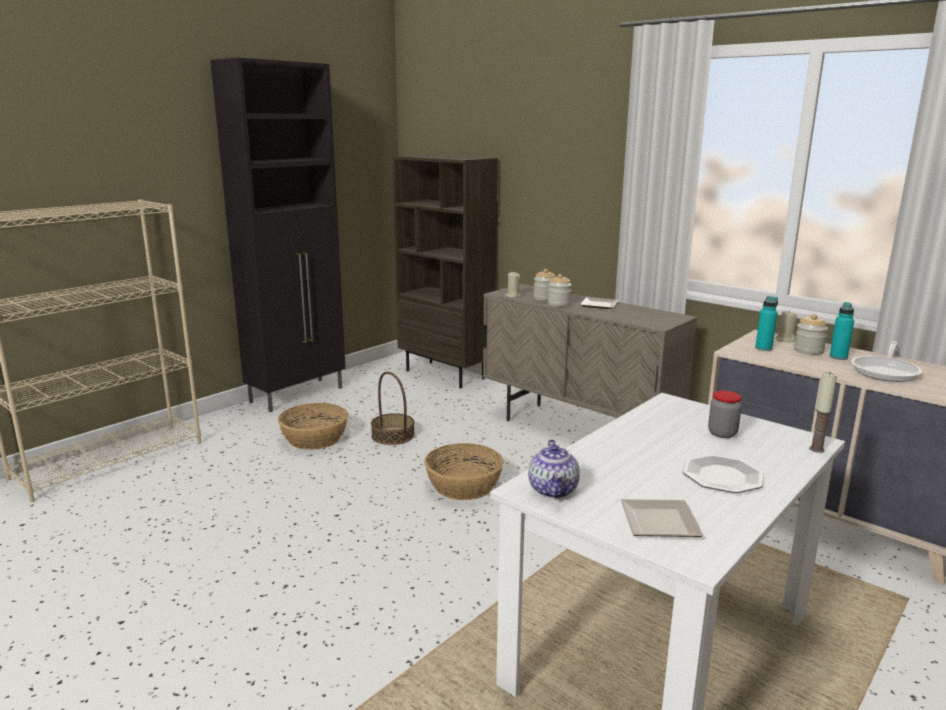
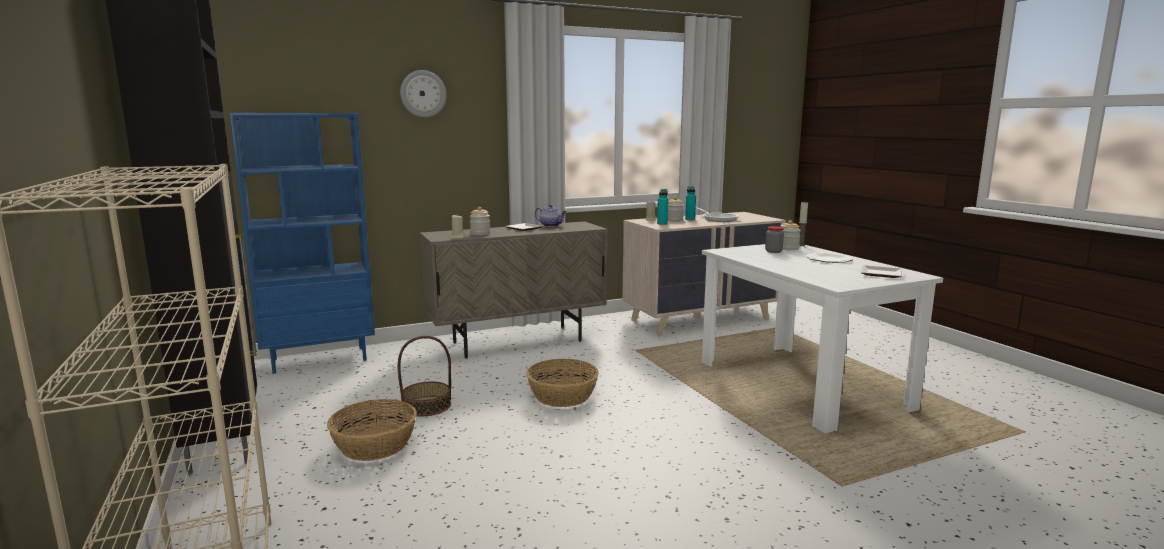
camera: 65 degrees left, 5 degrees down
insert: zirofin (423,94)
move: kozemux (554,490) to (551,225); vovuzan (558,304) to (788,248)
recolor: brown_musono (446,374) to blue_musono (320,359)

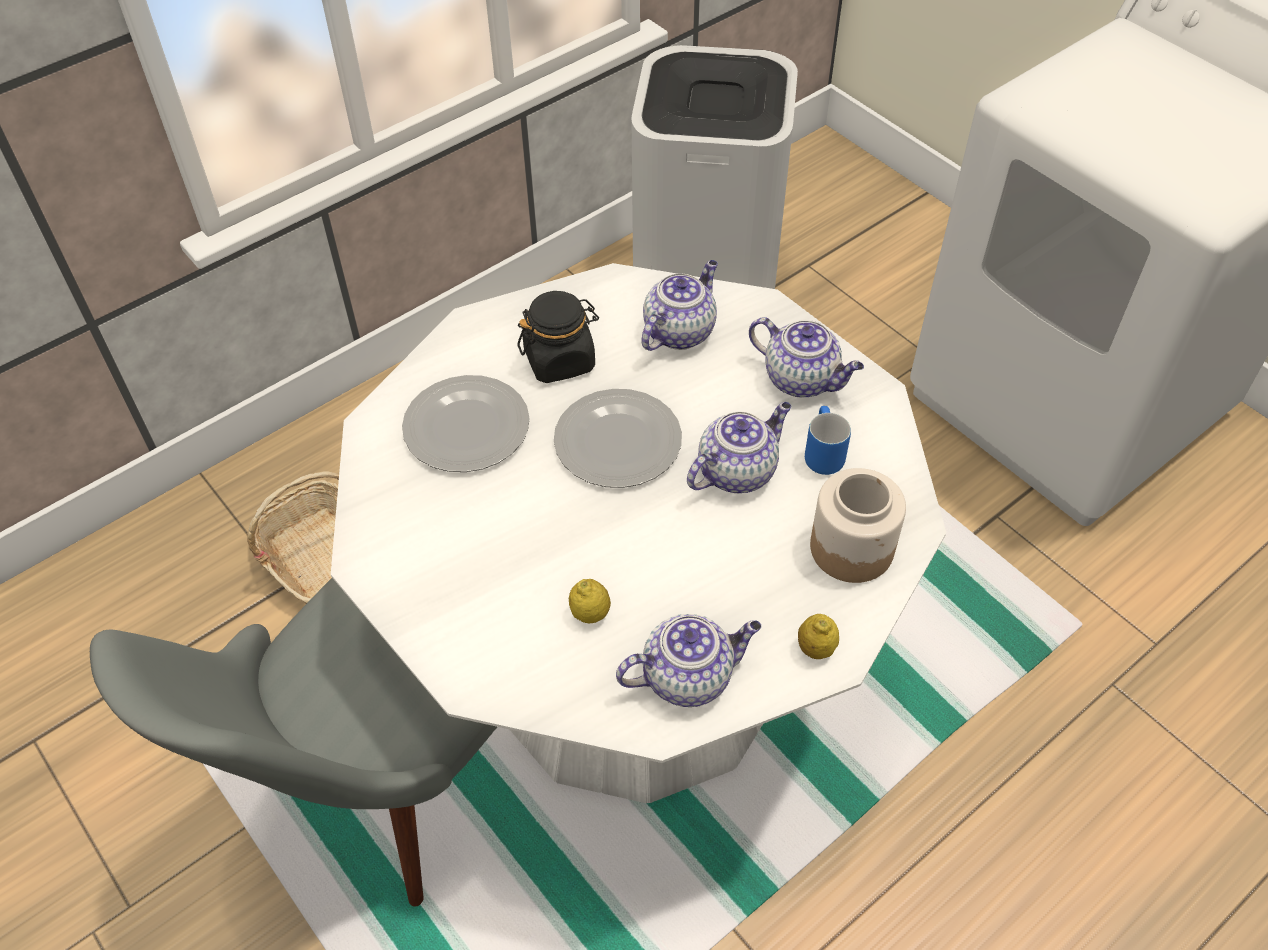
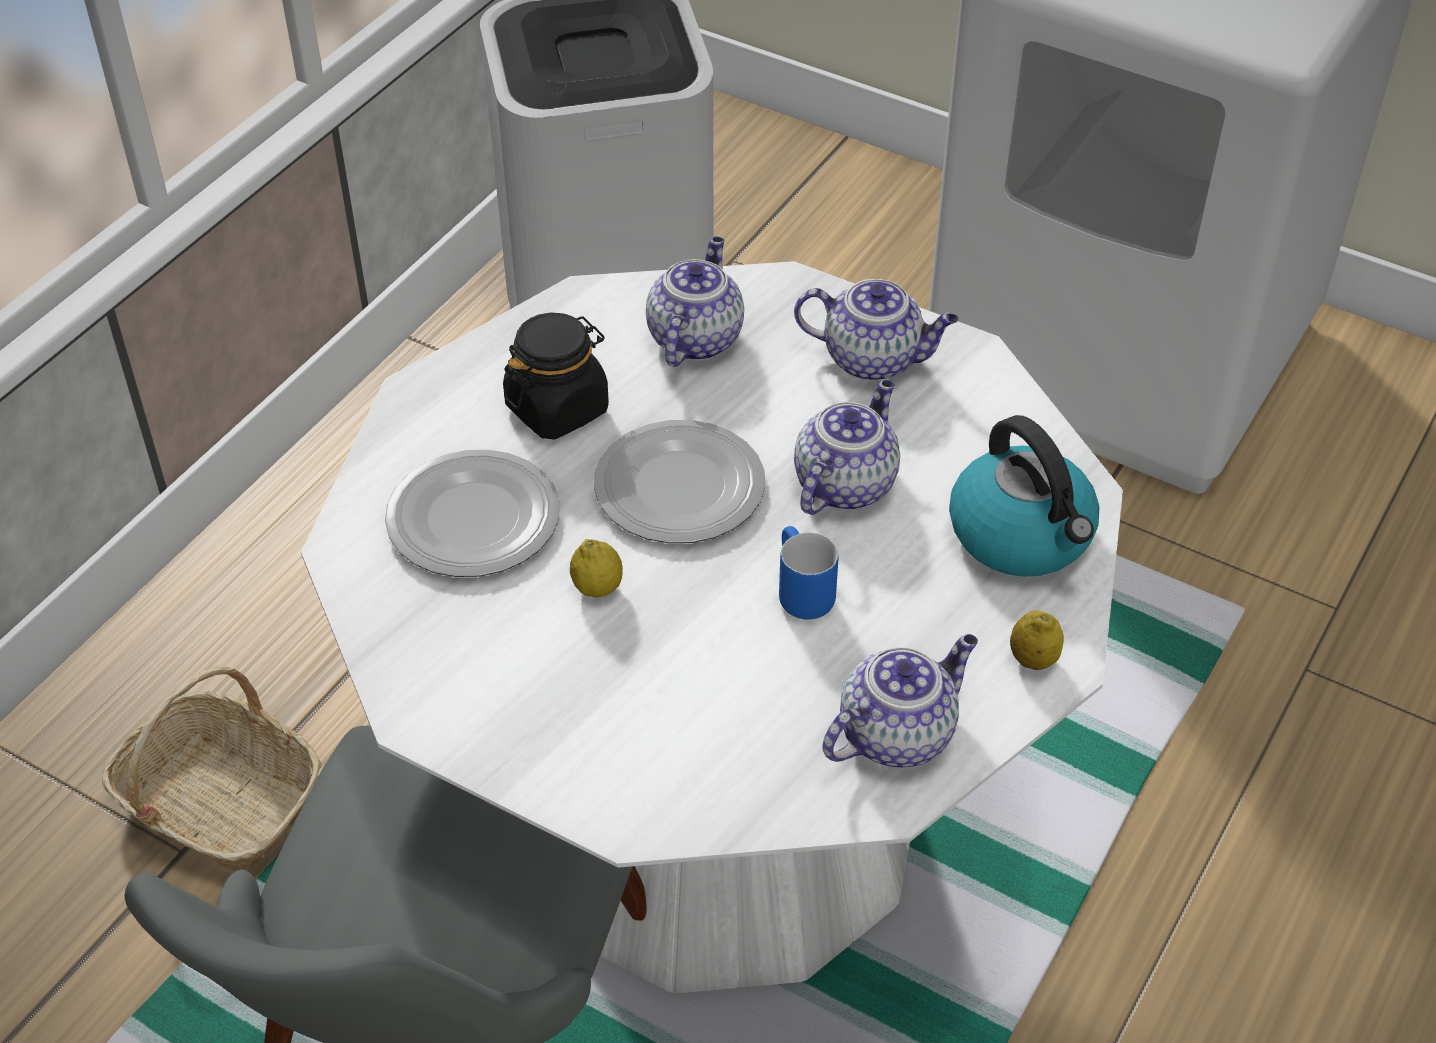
camera: 20 degrees left, 5 degrees down
move: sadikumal (590,613) to (597,588); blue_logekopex (820,453) to (798,592)
replace: vovuzan (852,547) to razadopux (1023,535)

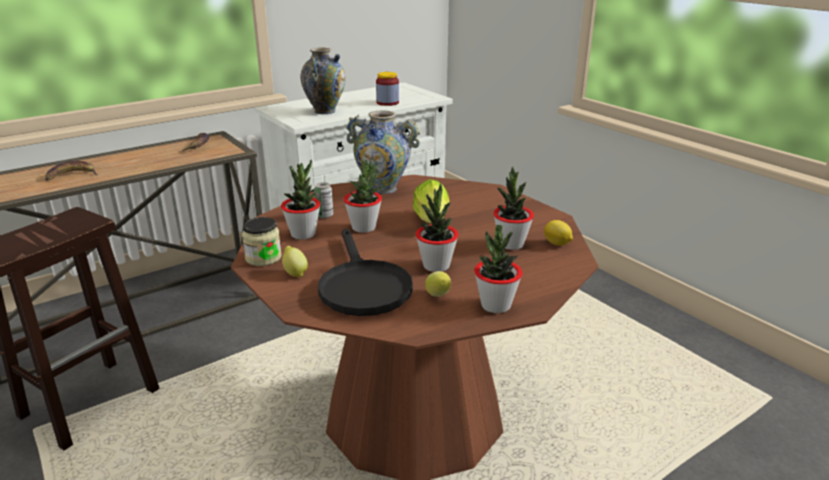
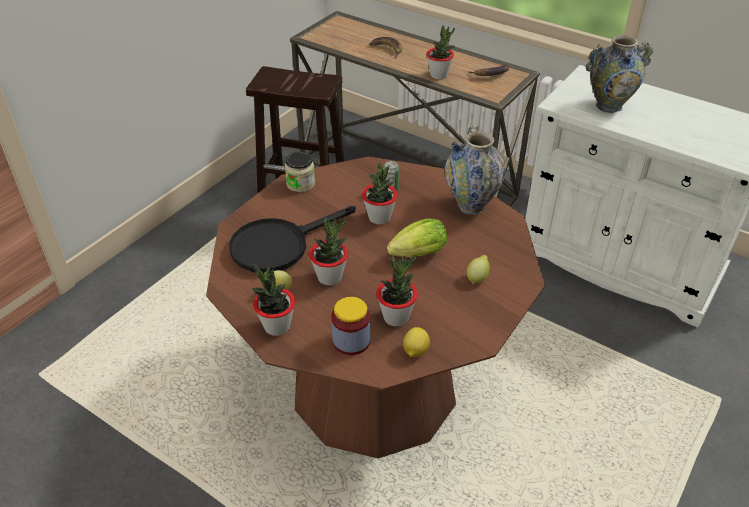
camera: 70 degrees right, 15 degrees up
move: vovuzan (387,103) to (351,341); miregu (303,234) to (438,75); sadikumal (295,273) to (477,278)

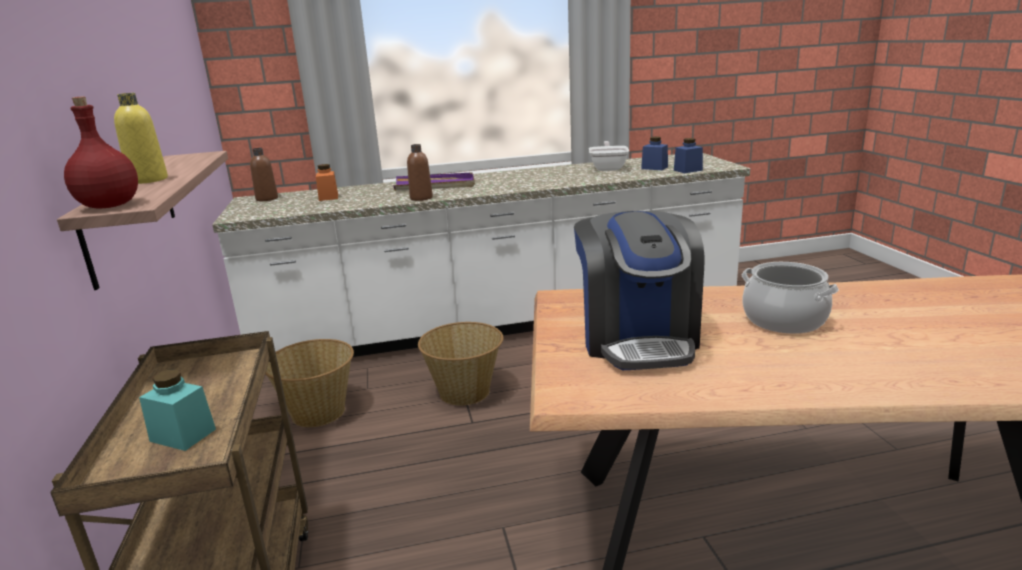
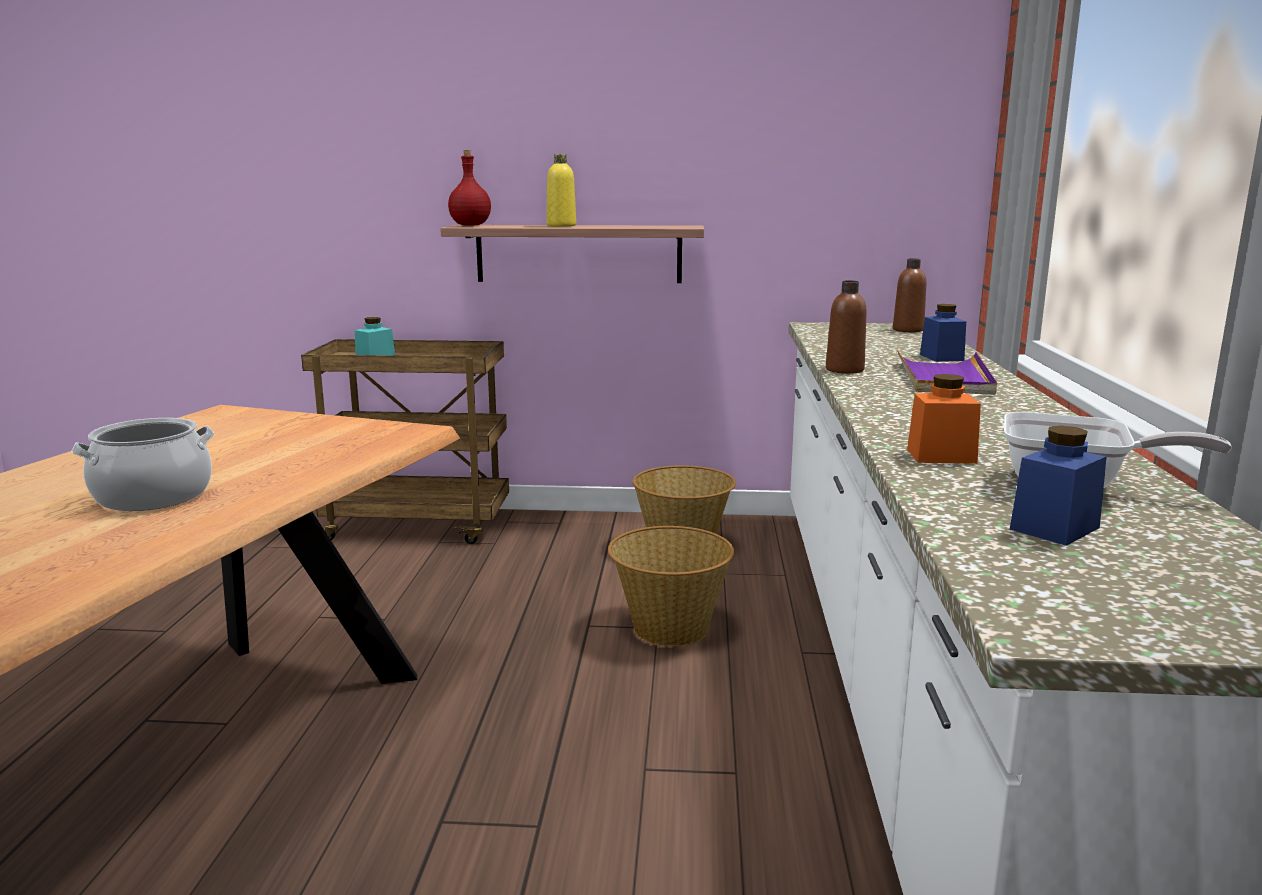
camera: 105 degrees right, 5 degrees down
delete: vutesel (638,339)
move: orange_vovuzan (328,197) to (941,456); blue_vovuzan (688,170) to (941,357)

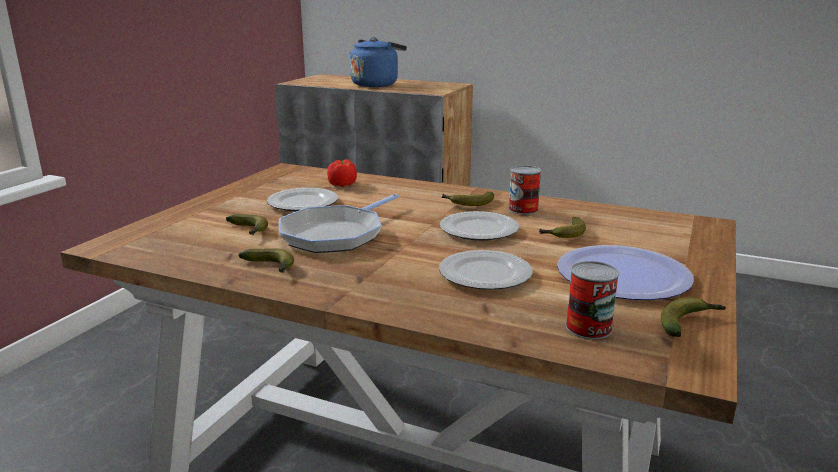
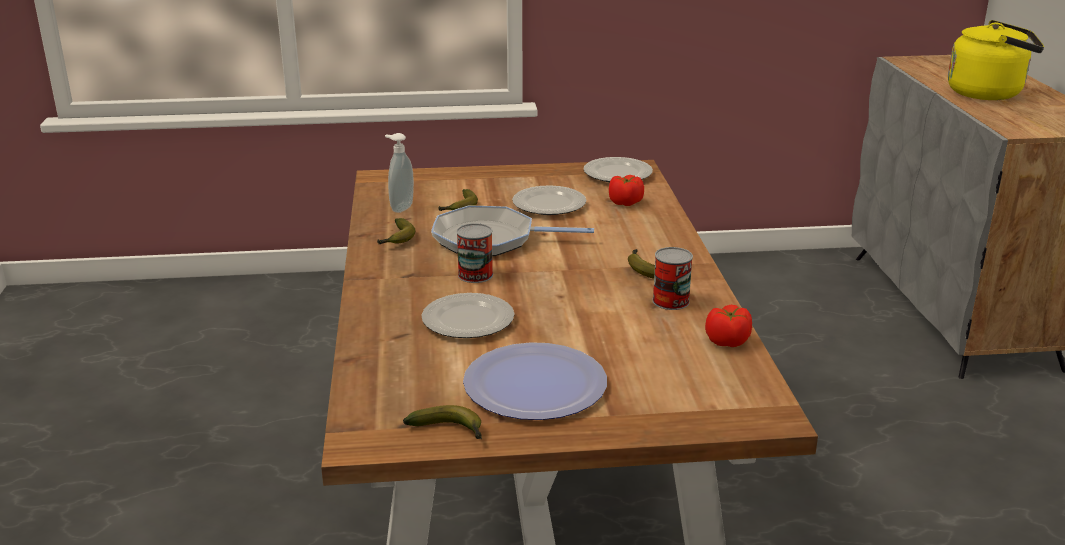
camera: 60 degrees right, 5 degrees up
delete: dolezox (564,235)
insert: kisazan (400,208); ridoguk (727,341)
move: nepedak (588,327) to (475,275); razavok (478,230) to (617,174)
recolor: blue_razadopux (376,84) to yellow_razadopux (989,93)

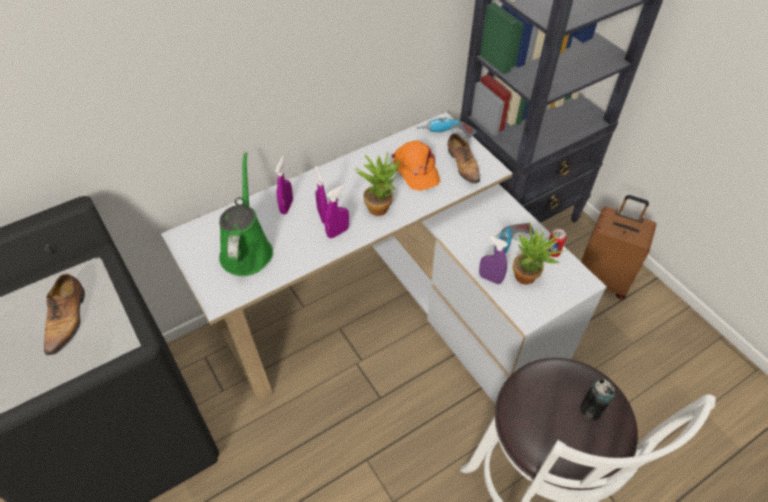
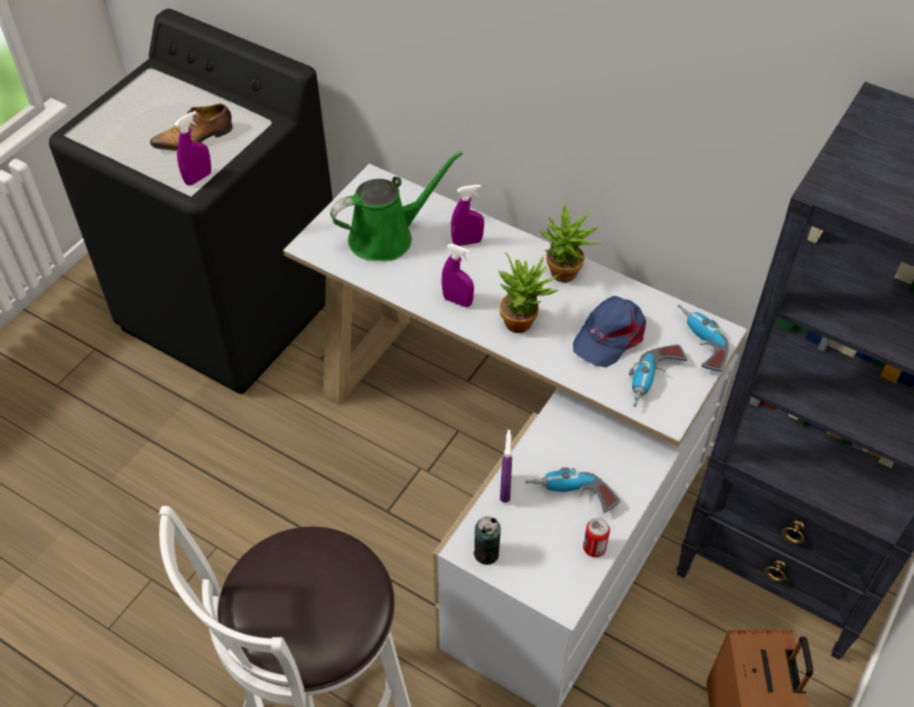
camera: 65 degrees right, 0 degrees up
move: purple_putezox (323,216) to (198,178); nepedak (591,410) to (486,553); miregu (529,277) to (565,277)
replace: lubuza (463,165) to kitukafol (654,381)
recolor: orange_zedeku (416,169) to blue_zedeku (609,335)

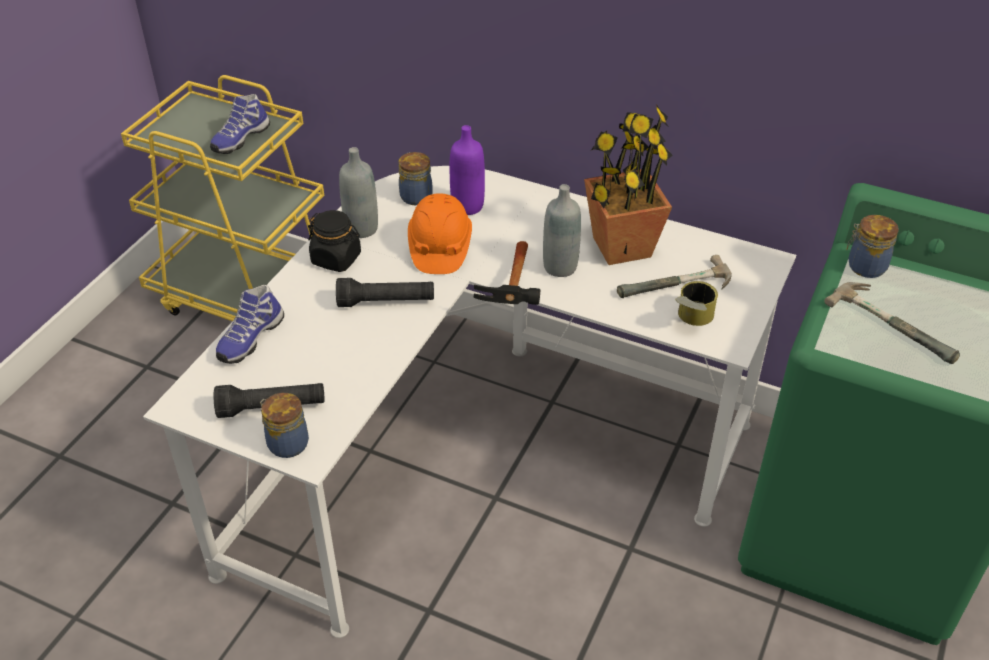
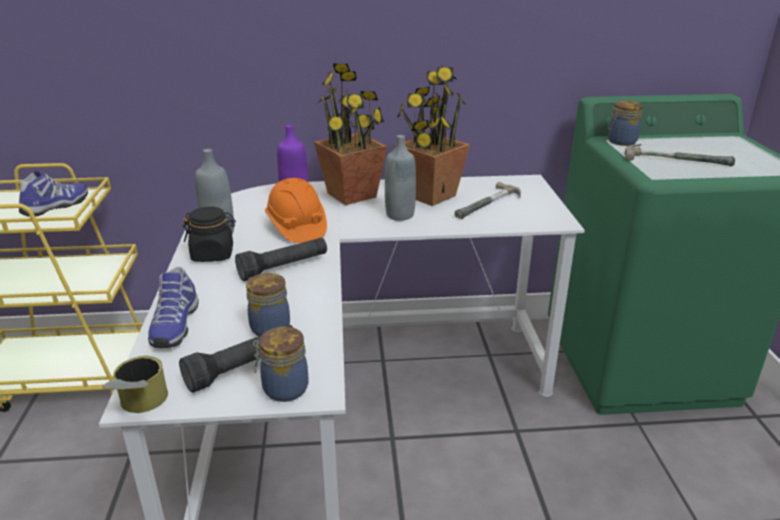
camera: 30 degrees left, 15 degrees down
delete: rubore (514,297)
insert: miregu (352,195)
move: nepedak (691,320) to (139,407); vovuzan (415,196) to (269,327)
rotate: lubuza (240,138) = (57,207) 150 degrees counterclockwise

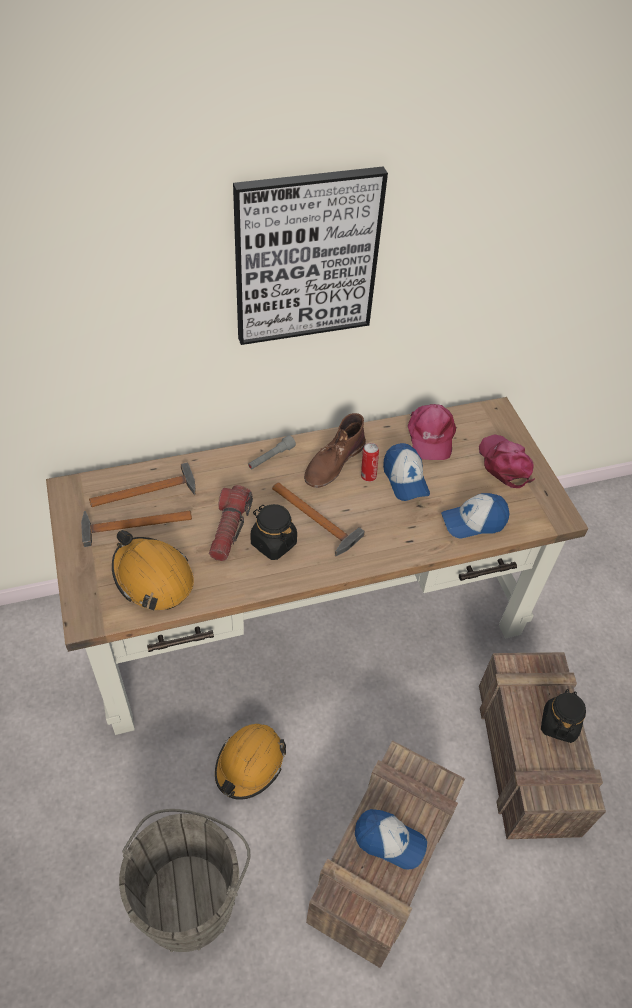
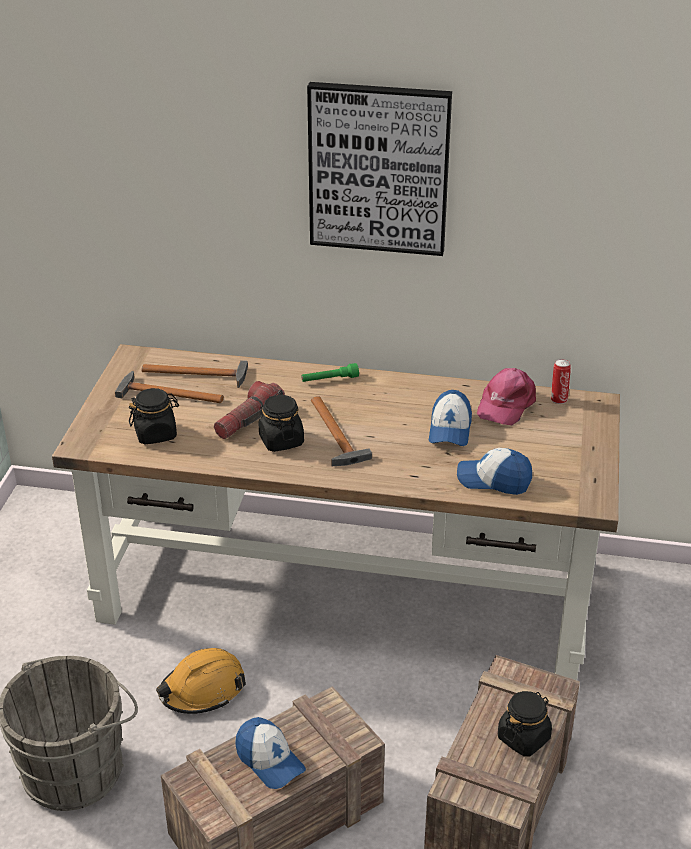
camera: 30 degrees right, 15 degrees down
delete: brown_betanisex (333,462); pink_zedeku (505,464)
move: nepedak (367,476) to (558,399)
replace: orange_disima (152,577) to black_vovuzan (156,434)
recolor: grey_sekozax (271,458) to green_sekozax (329,380)

